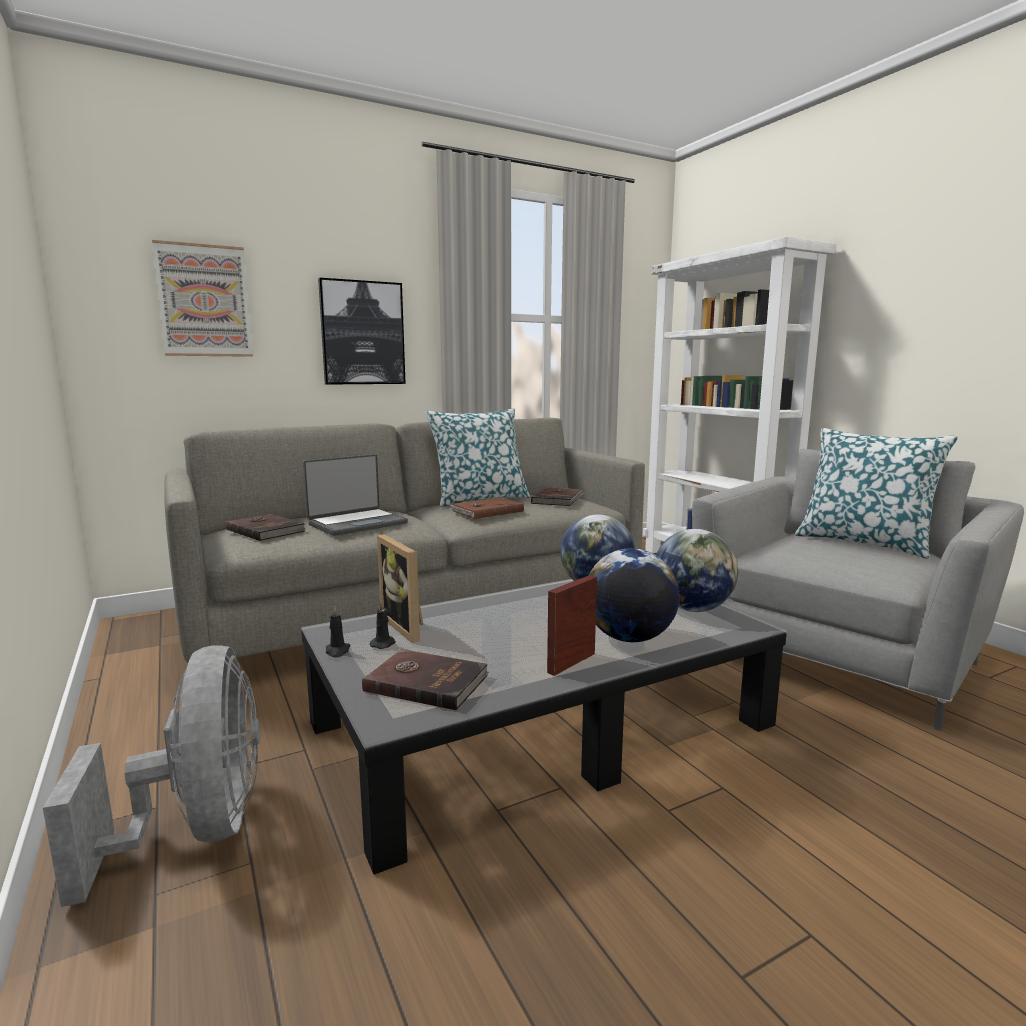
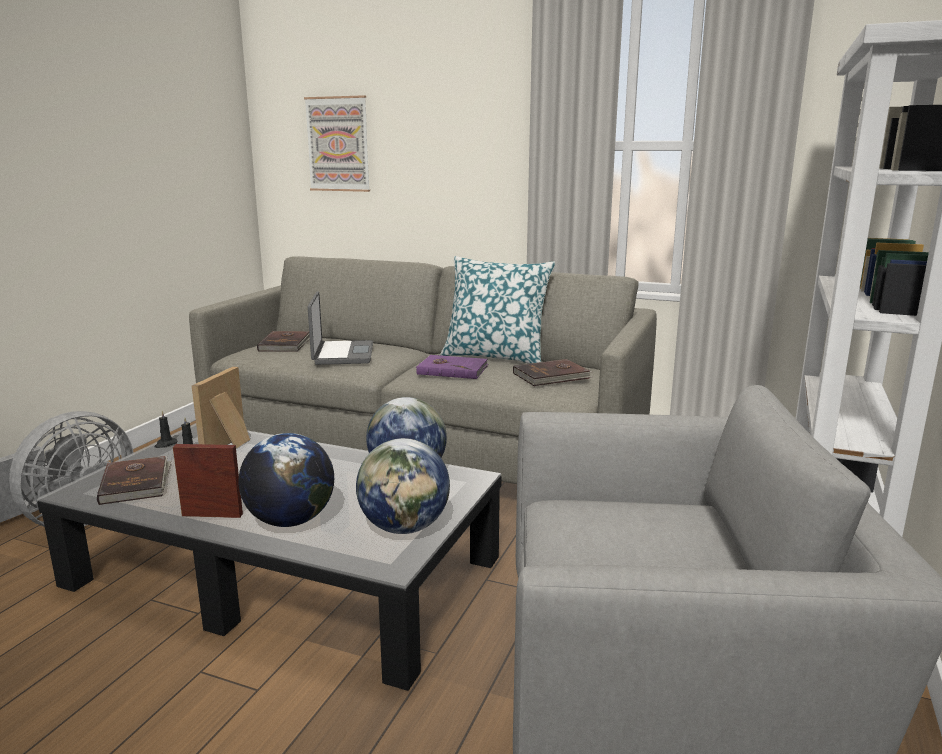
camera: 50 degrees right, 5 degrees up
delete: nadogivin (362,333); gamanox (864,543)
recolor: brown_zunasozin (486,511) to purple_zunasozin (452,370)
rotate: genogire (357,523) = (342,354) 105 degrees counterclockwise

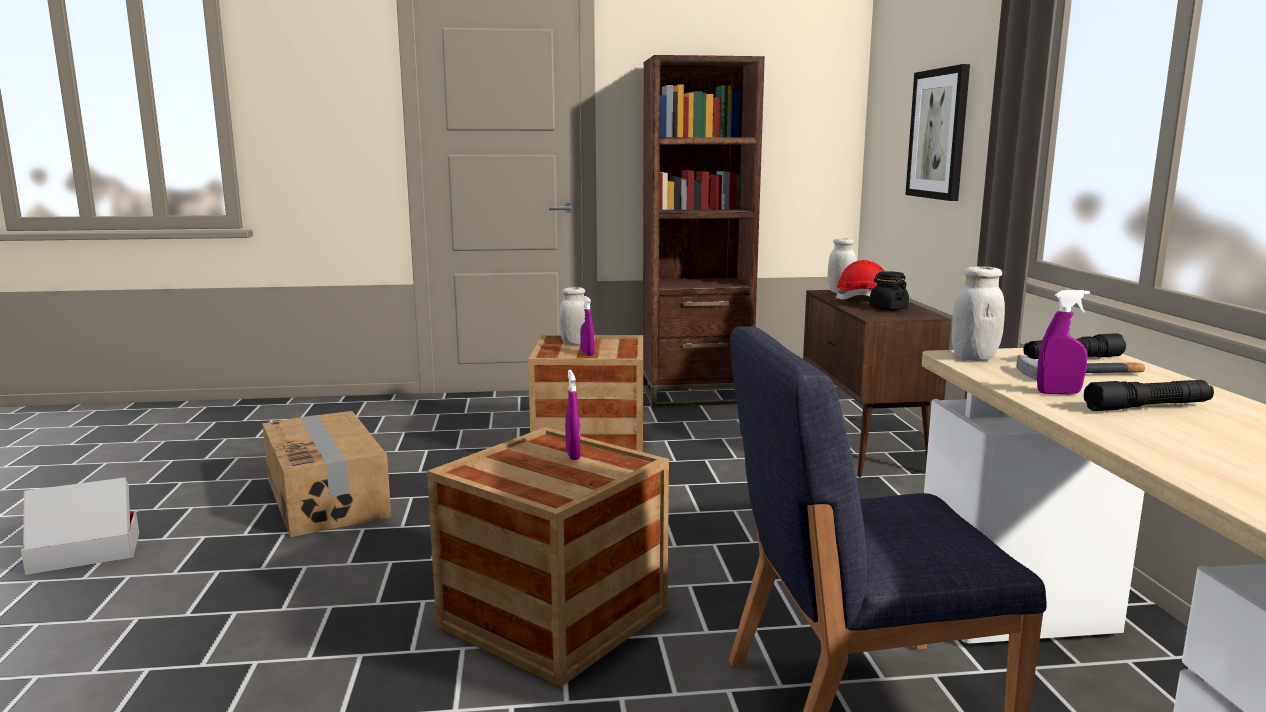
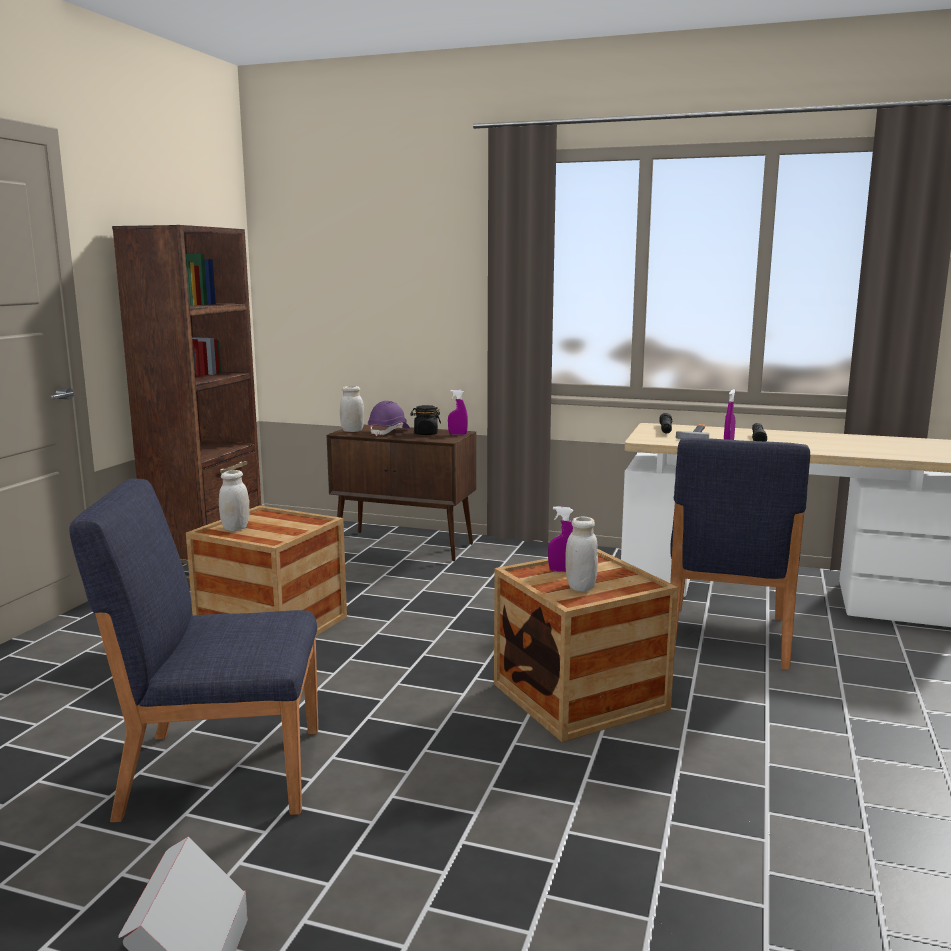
camera: 65 degrees left, 0 degrees up
delete: nadogivin (939,134)
move: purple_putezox (587,354) to (457,434); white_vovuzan (974,357) to (580,587)
replace: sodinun (328,497) to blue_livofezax (220,771)
recolor: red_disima (865,300) to purple_disima (389,432)

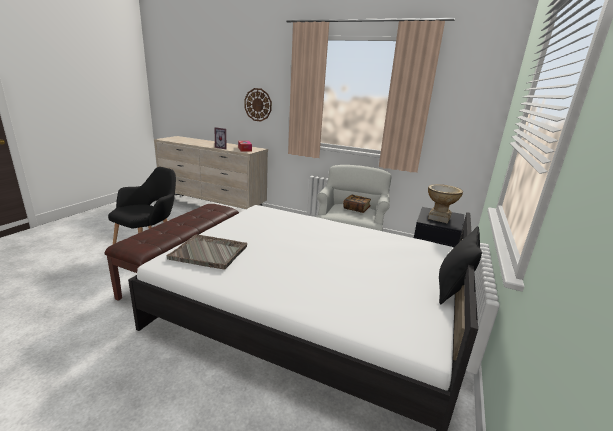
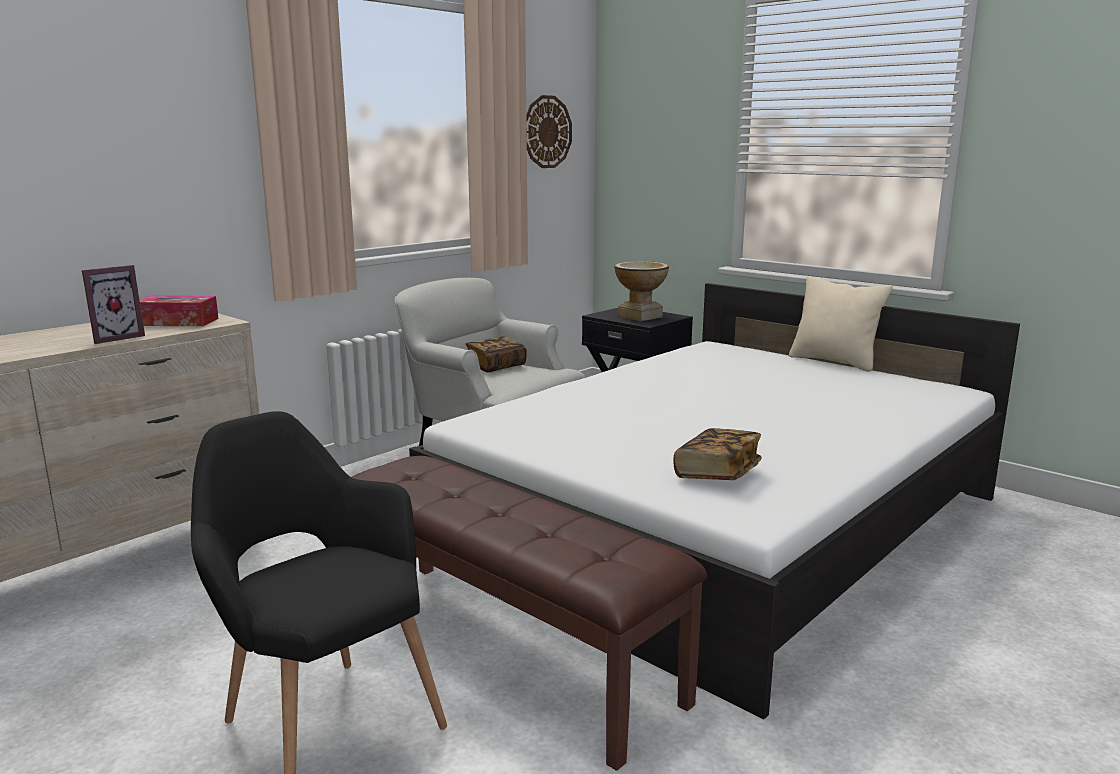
camera: 70 degrees left, 5 degrees down
move: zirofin (258,105) to (547,132)
replace: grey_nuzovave (209,253) to zunasozin (717,473)
recolor: black_gamanox (452,290) to beige_gamanox (834,361)

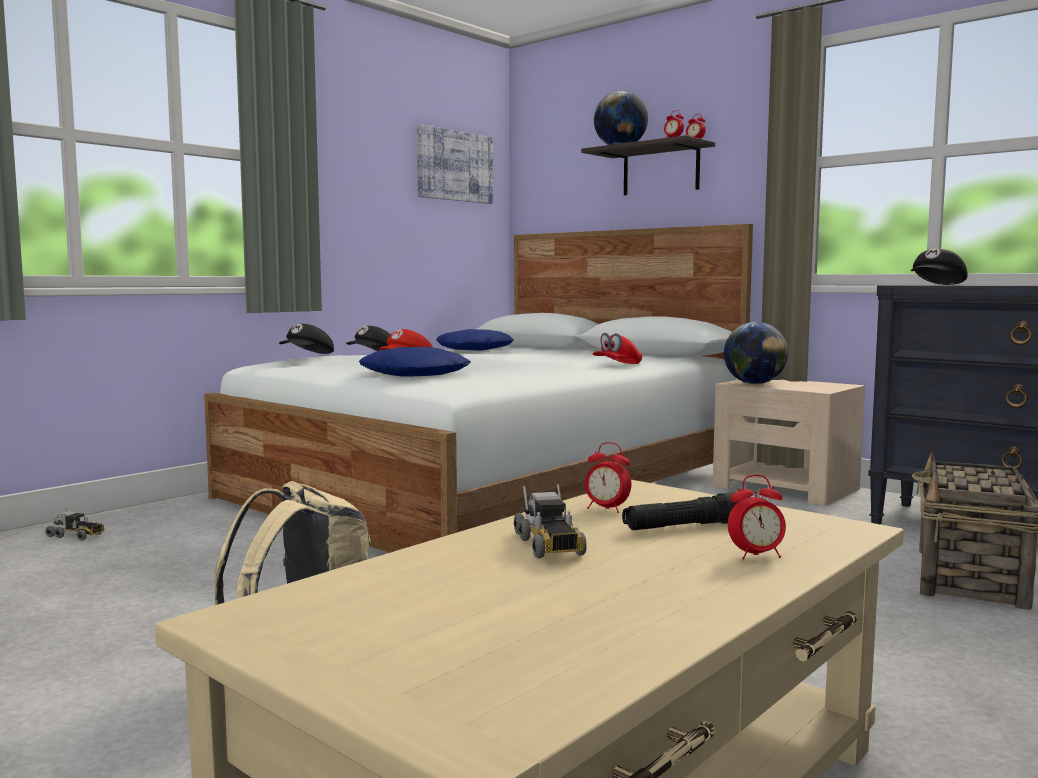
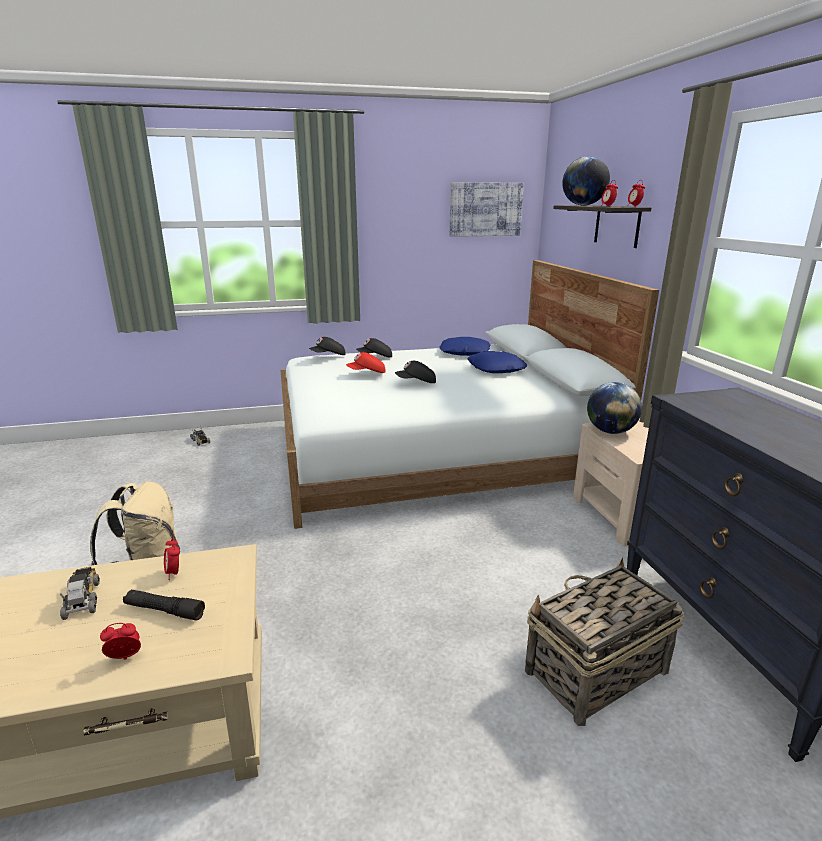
camera: 35 degrees right, 15 degrees up
delete: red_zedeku (617,365)
move: black_zedeku (937,284) to (416,382); blue_gamanox (415,374) to (496,369)
rotate: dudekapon (550,545) = (82,598) 135 degrees clockwise; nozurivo (756,555) = (125,658) 135 degrees clockwise

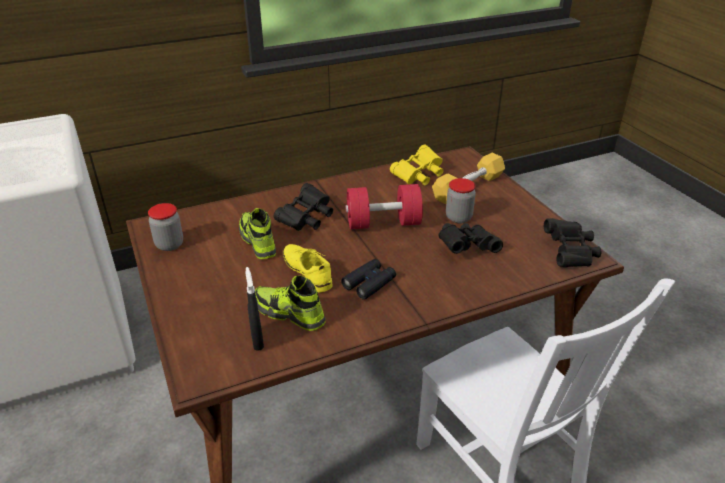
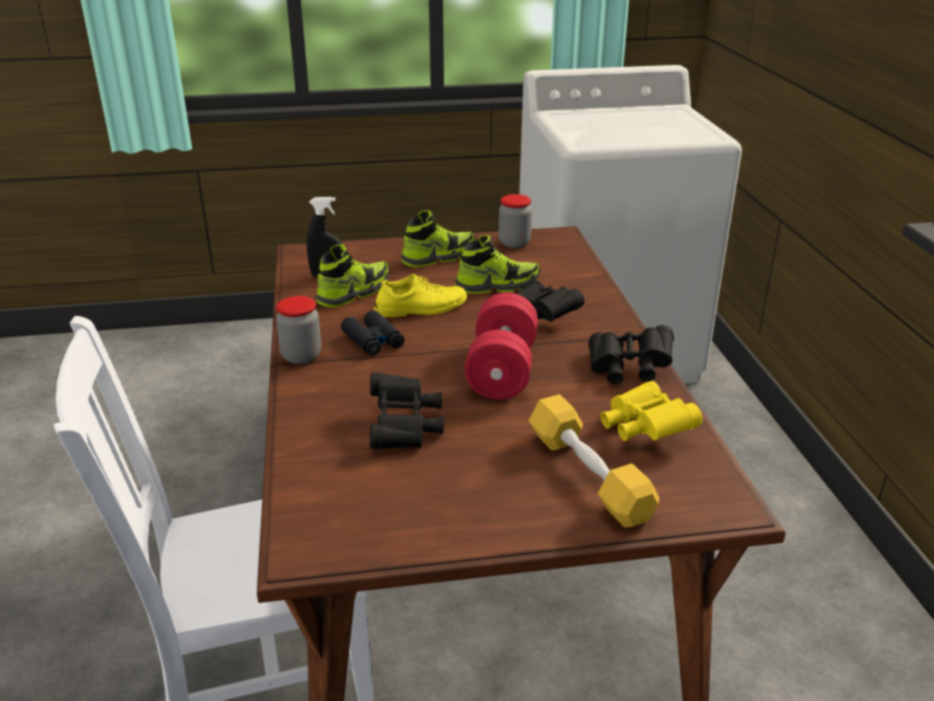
camera: 105 degrees right, 5 degrees down
insert: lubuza (438,257)
move: vovuzan (458,218) to (301,356); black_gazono (570,253) to (628,369)

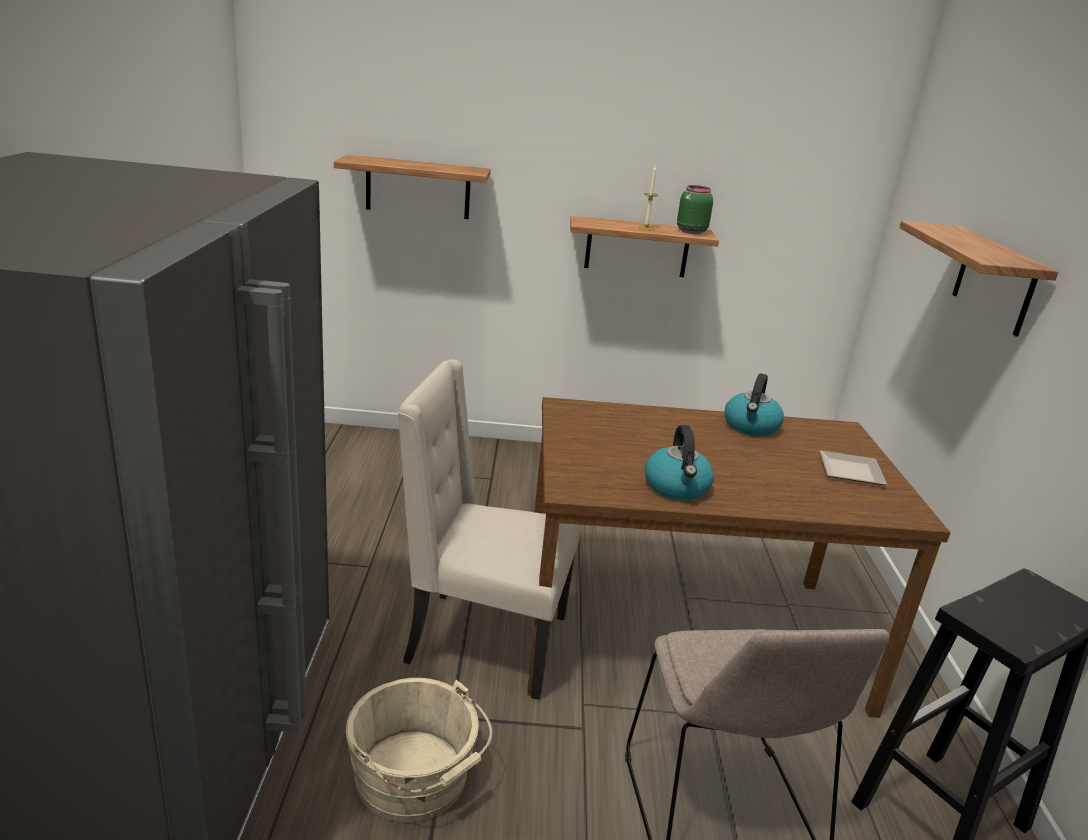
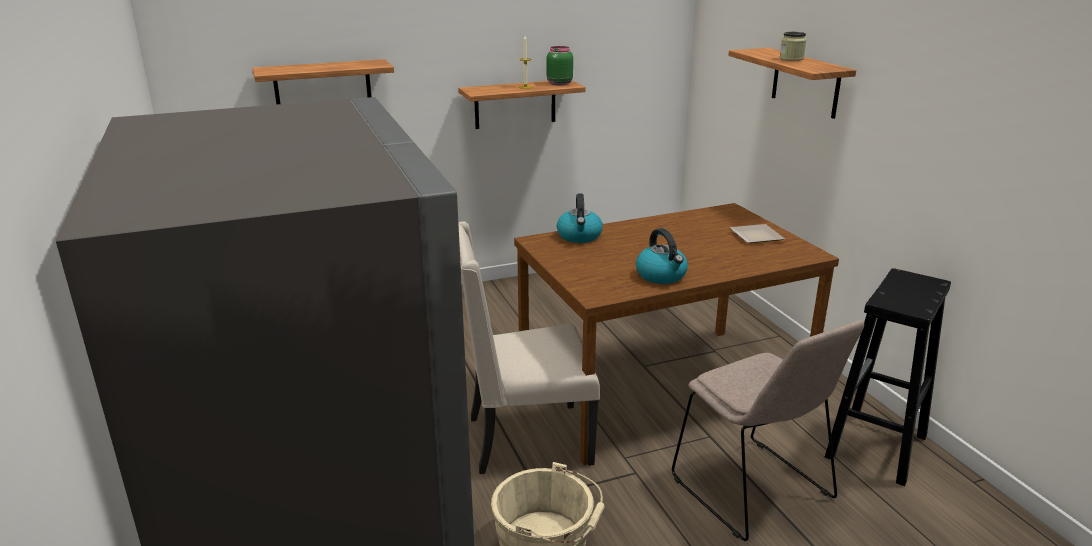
camera: 20 degrees left, 0 degrees up
insert: vovuzan (791,58)
move: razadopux (751,427) to (579,236)

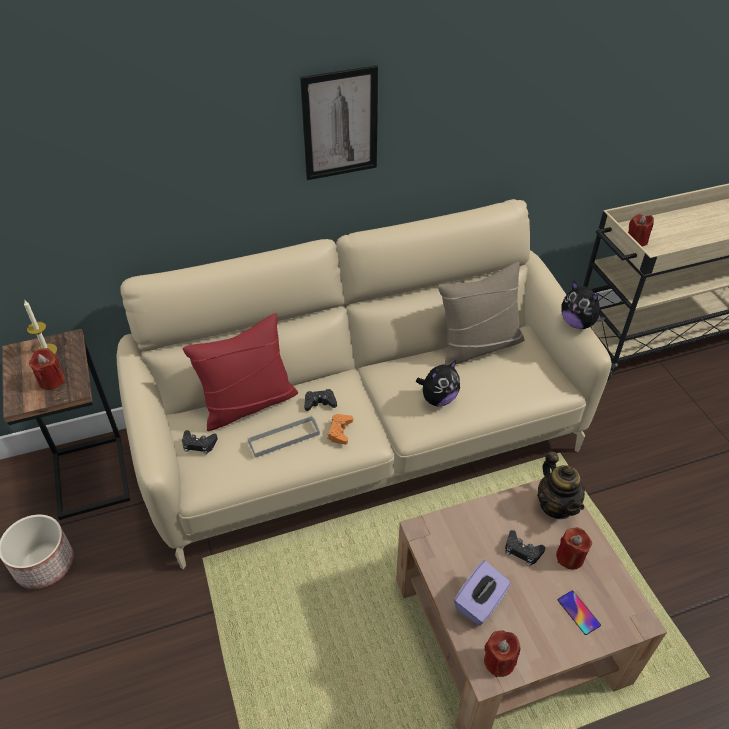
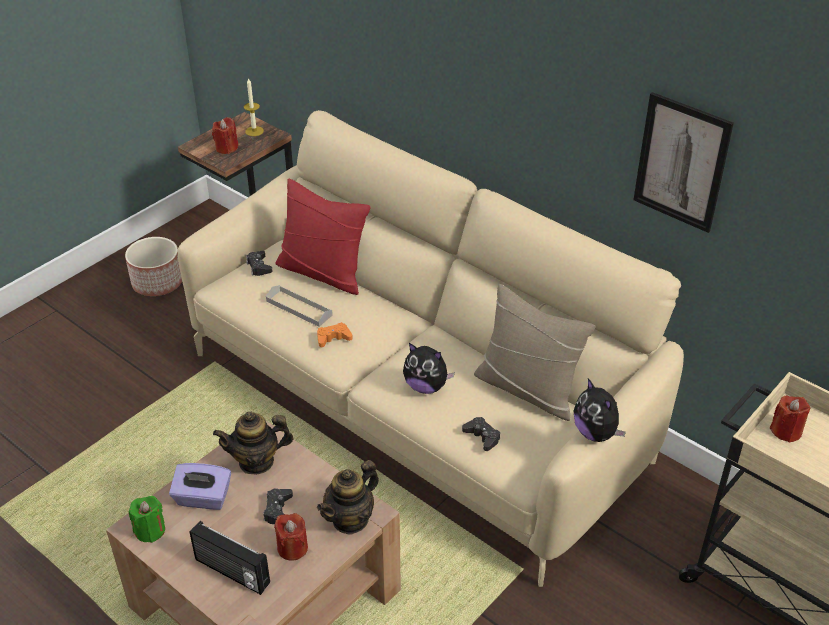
camera: 60 degrees right, 5 degrees down
insert: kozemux (256,461)
move: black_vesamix (320,403) to (482,437); nadogivin (340,124) to (681,162)
replace: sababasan (578,612) to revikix (231,572)
recolor: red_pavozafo (499,661) to green_pavozafo (150,530)
rotate: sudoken (577,323) = (596,433) 45 degrees counterclockwise

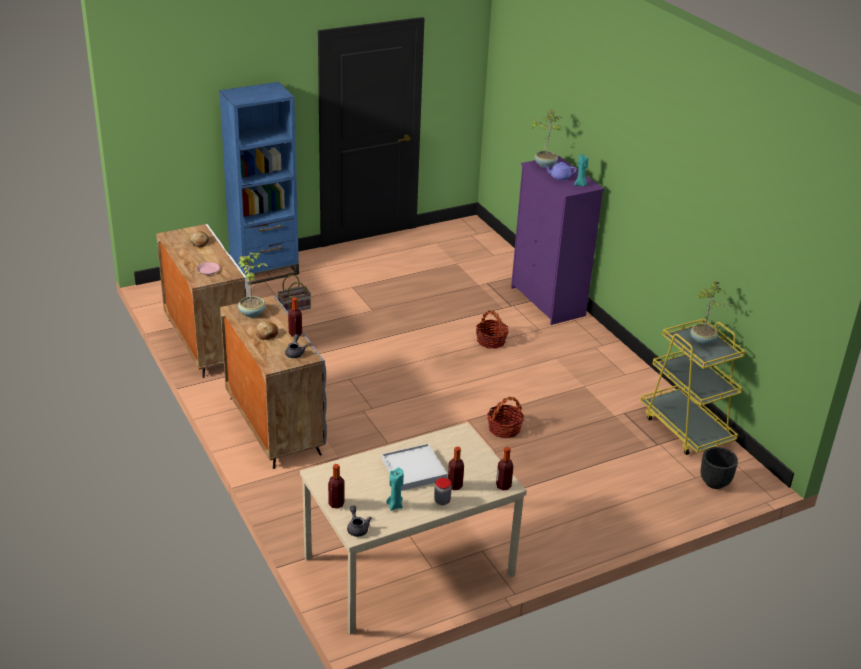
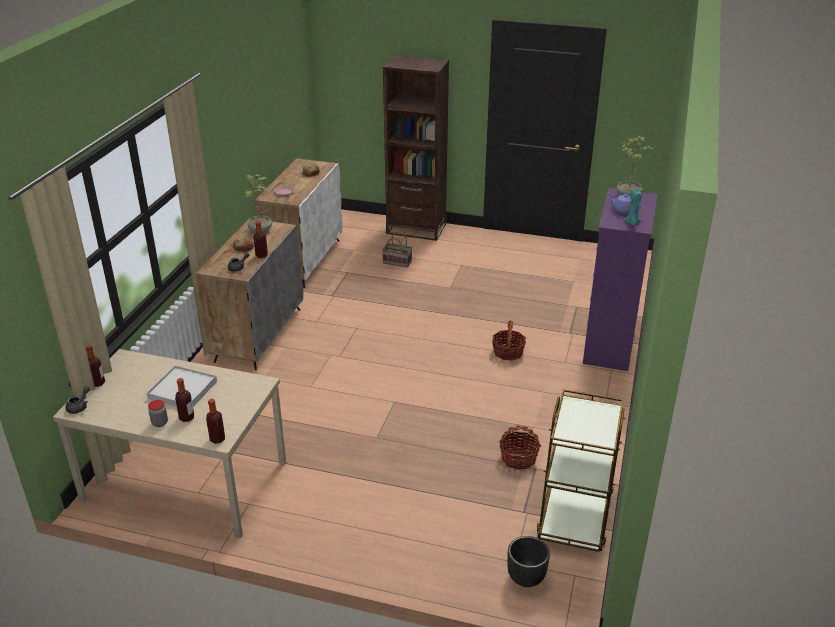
camera: 45 degrees right, 0 degrees up
delete: turquoise_pavozafo (395,505); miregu (702,341)
move: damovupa (504,429) to (518,458)
recolor: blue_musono (264,270) to brown_musono (416,229); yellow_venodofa (686,428) to brown_venodofa (575,514)

